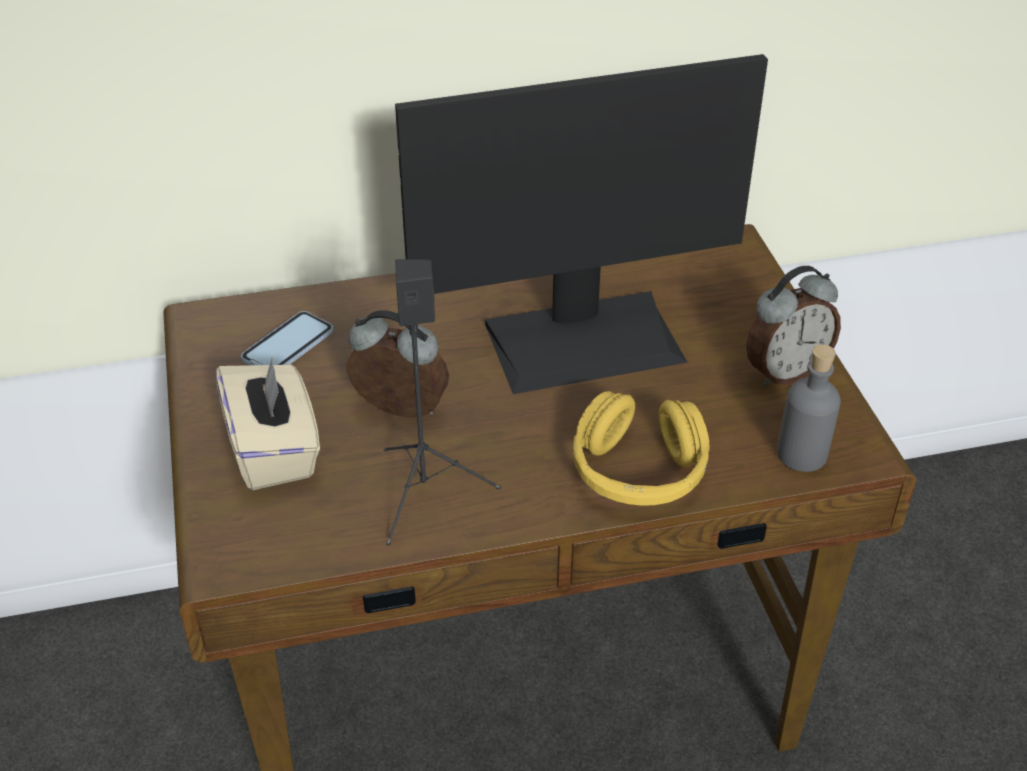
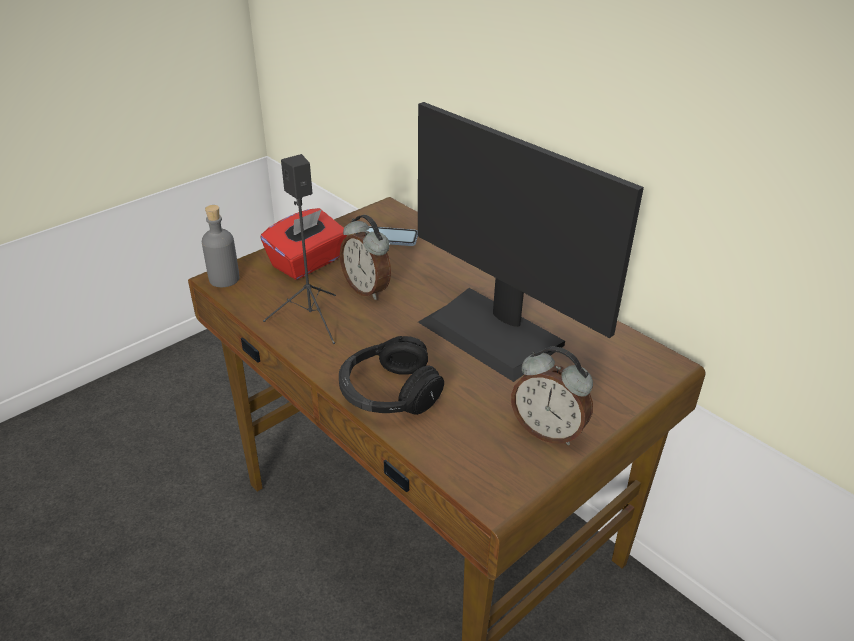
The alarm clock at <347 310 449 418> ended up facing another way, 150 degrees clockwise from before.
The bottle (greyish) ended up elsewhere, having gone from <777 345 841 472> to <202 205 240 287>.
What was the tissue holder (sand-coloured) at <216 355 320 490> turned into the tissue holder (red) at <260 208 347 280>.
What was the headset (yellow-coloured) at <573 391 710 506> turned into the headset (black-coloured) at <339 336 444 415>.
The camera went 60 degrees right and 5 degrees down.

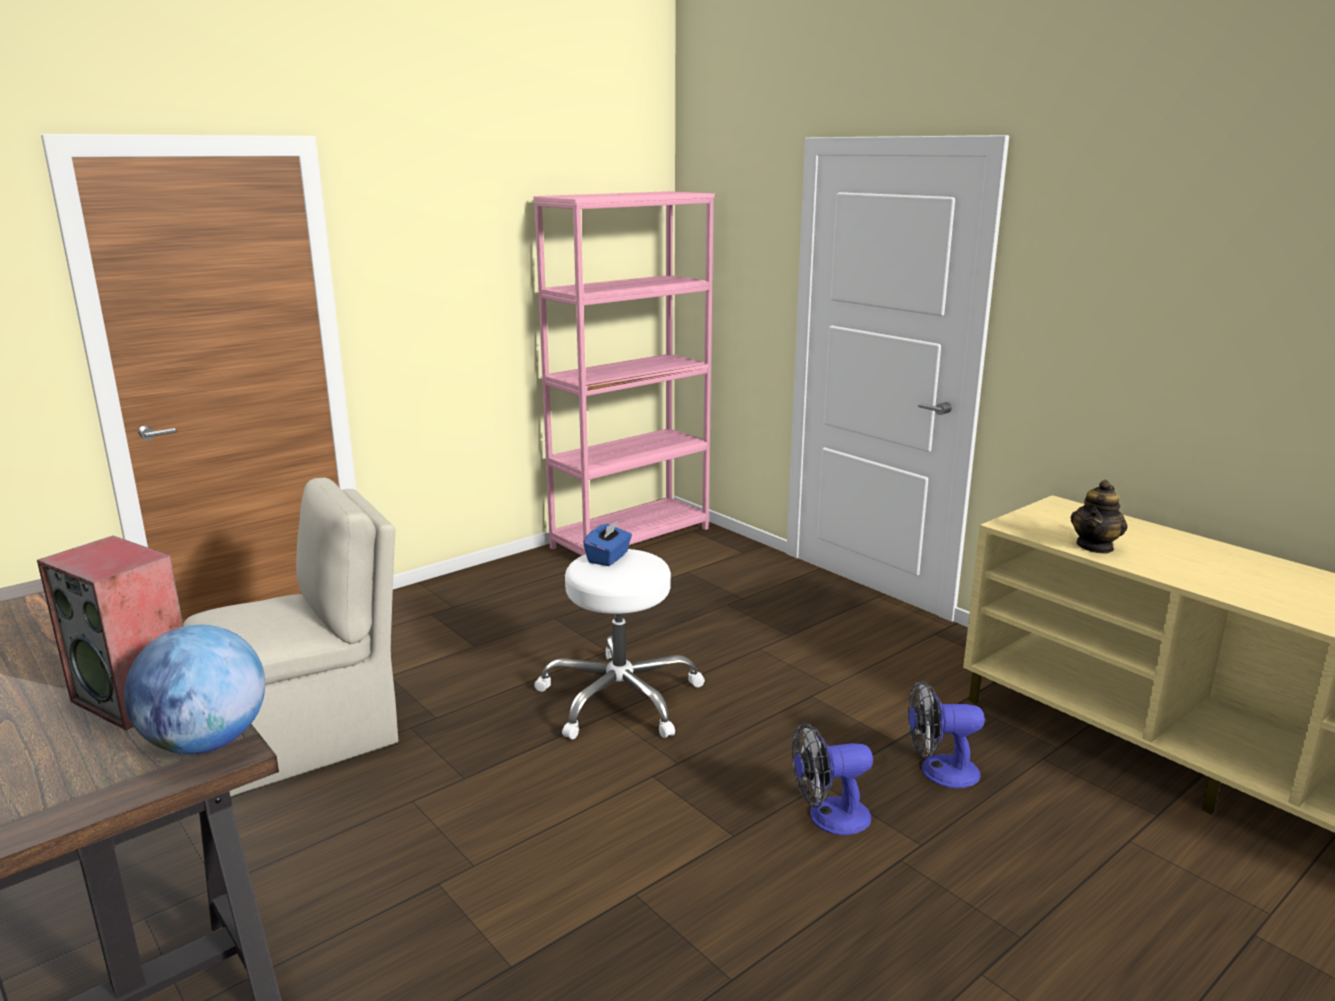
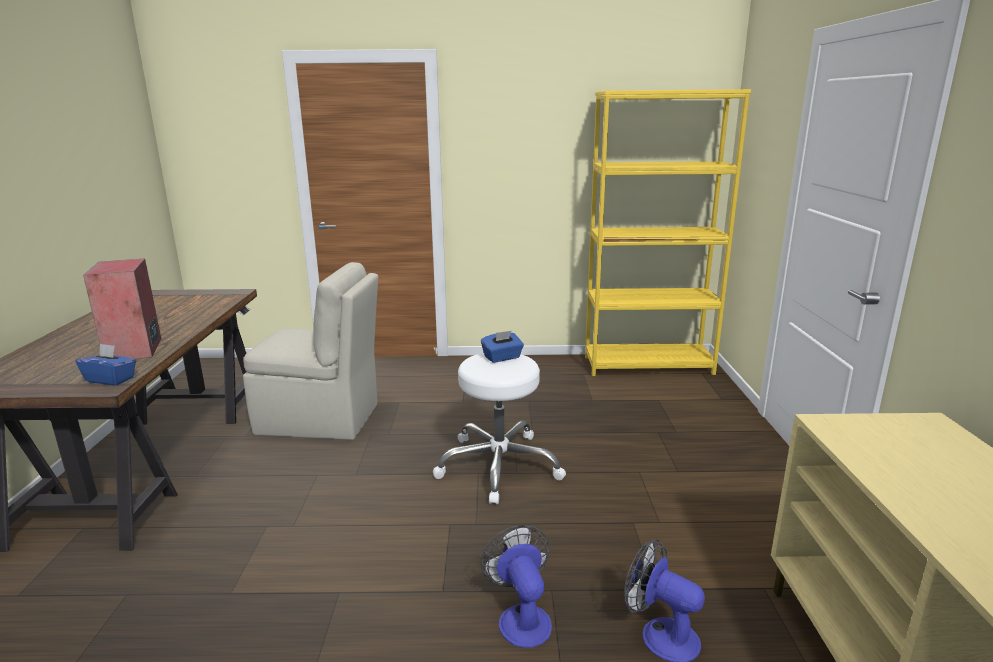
What was the bookshelf (pink) at <533 191 715 556> turned into the bookshelf (yellow-coloured) at <585 89 751 376>.
The second view lost the teapot at <1071 480 1128 554>.
Where the globe stood at <124 625 265 754>, the tissue holder (bluish) came to stand at <76 344 136 386>.
The electric fan at <792 722 873 835> ended up facing another way, 45 degrees clockwise from before.
The camera went 40 degrees right and 0 degrees up.

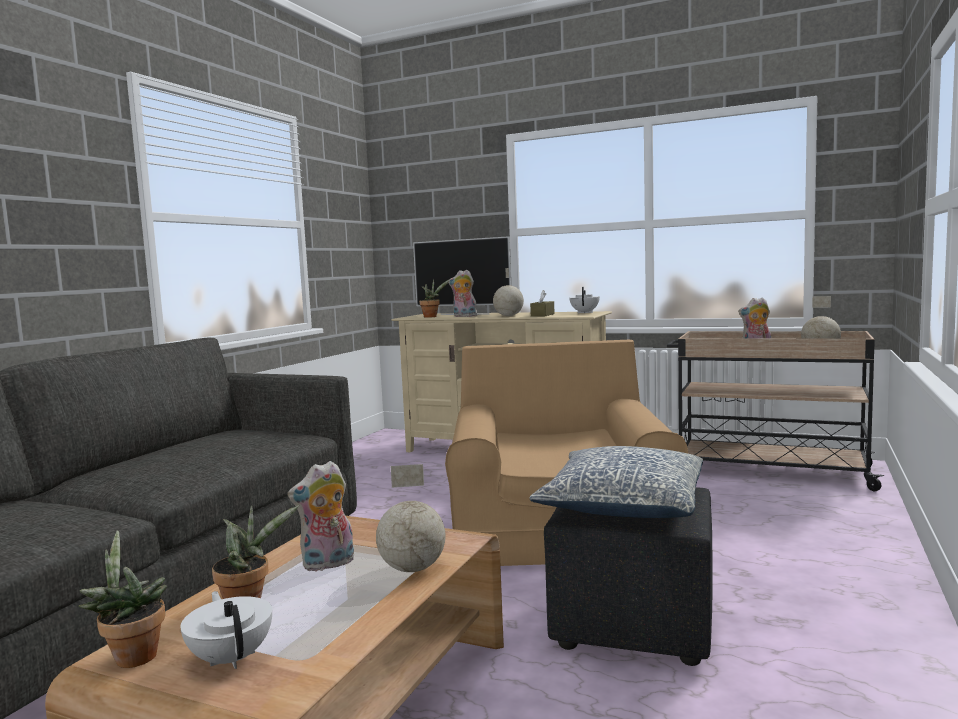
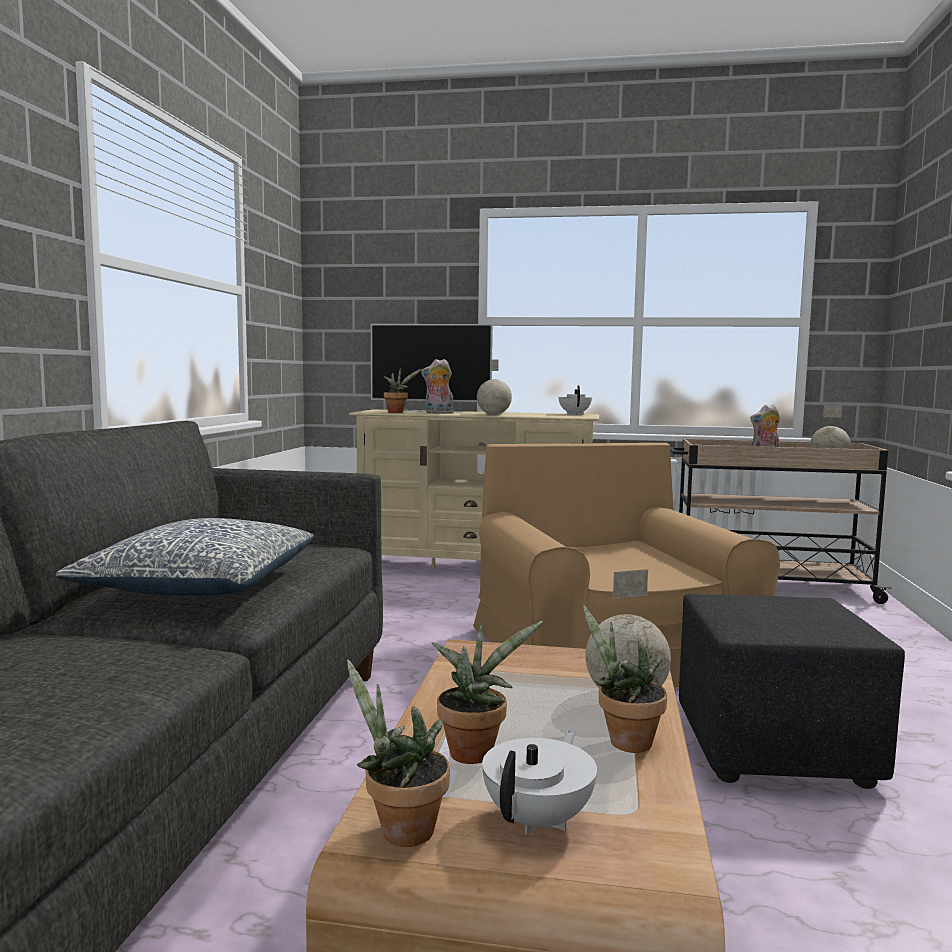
The second view lost the tissue holder (brownish) at <530 290 555 317>.
The cushion ended up elsewhere, having gone from <530 446 703 518> to <56 518 314 596>.
The second view lost the plush toy at <287 461 354 572>.
The teapot (white) at <180 591 272 669> ended up facing another way, 75 degrees clockwise from before.
The second view gained the houseplant at <583 605 667 753>.
The camera went 15 degrees left and 0 degrees up.

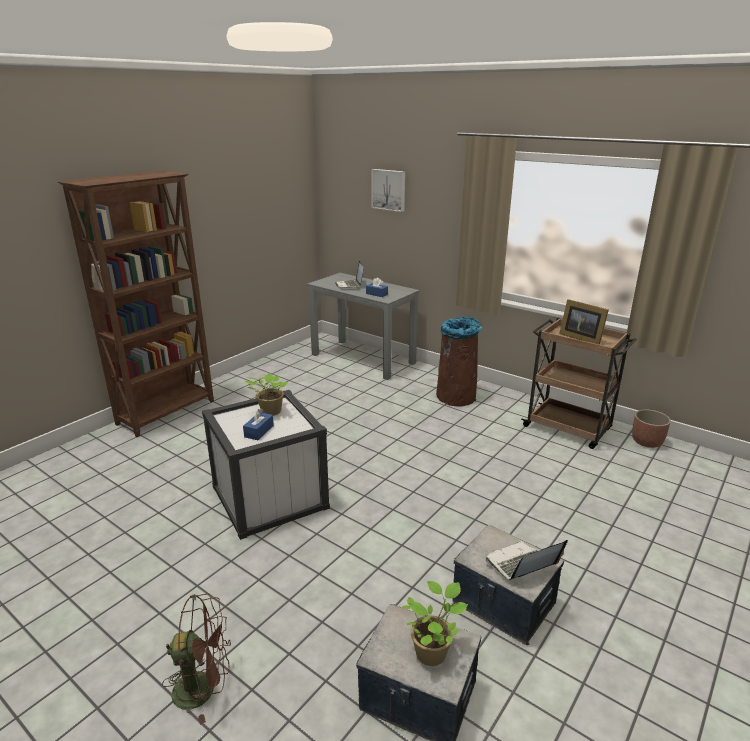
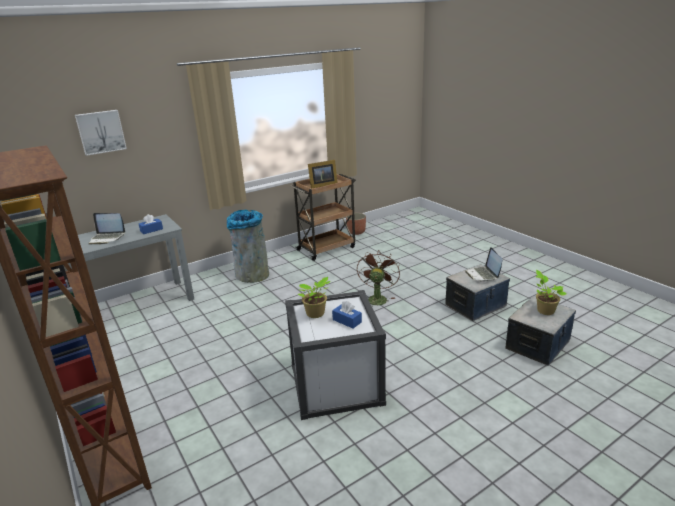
What was the waste bin (brownish) at <436 317 482 406> turned into the waste bin (greyish) at <227 210 269 283>.
The electric fan (brownish) ended up elsewhere, having gone from <162 593 231 725> to <357 252 400 305>.
The camera went 70 degrees left and 0 degrees up.

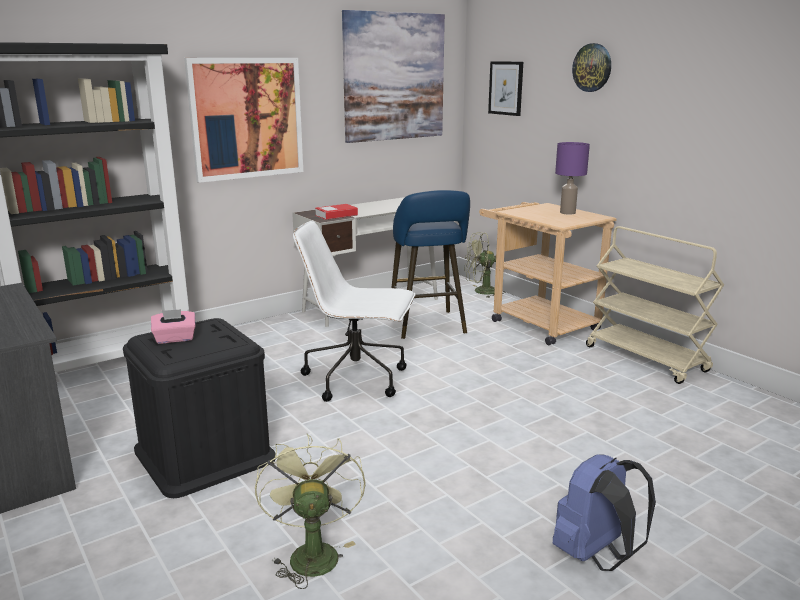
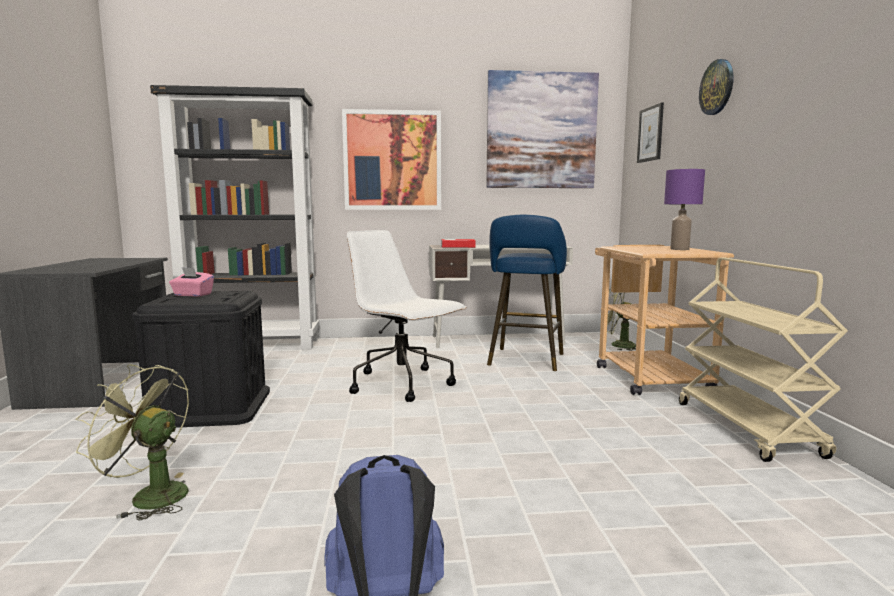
The electric fan (green-coloured) at <255 434 366 589> ended up facing another way, 90 degrees counterclockwise from before.
The camera went 30 degrees right and 10 degrees down.

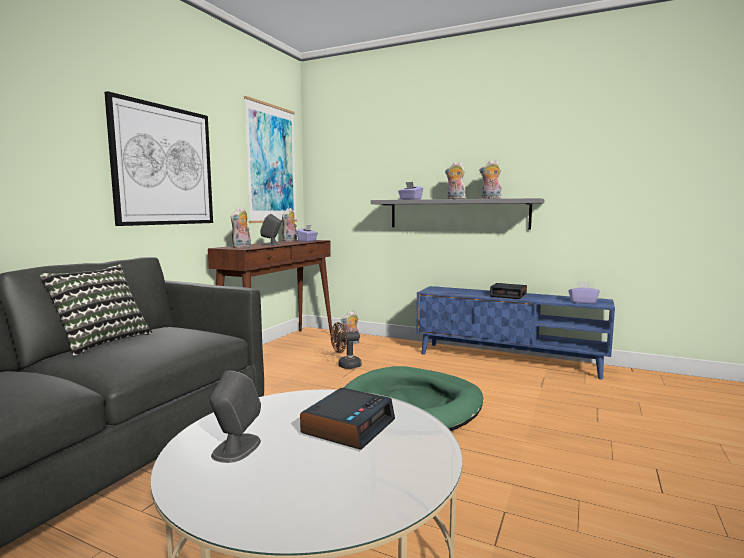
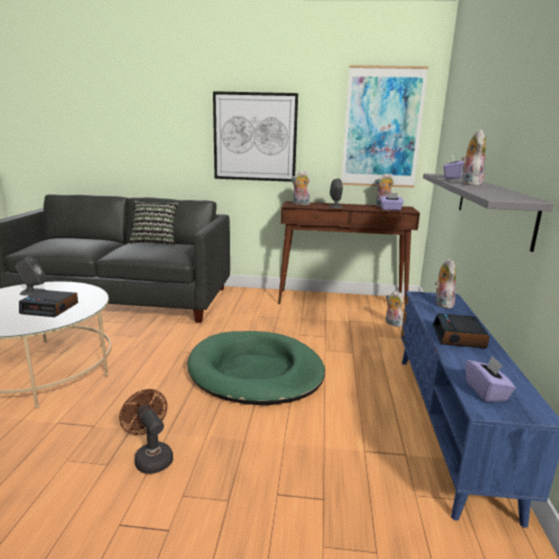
The plush toy ended up elsewhere, having gone from <479 160 502 199> to <435 259 456 309>.
The electric fan (brownish) ended up elsewhere, having gone from <331 322 362 369> to <119 389 173 474>.
The camera went 70 degrees right and 10 degrees up.

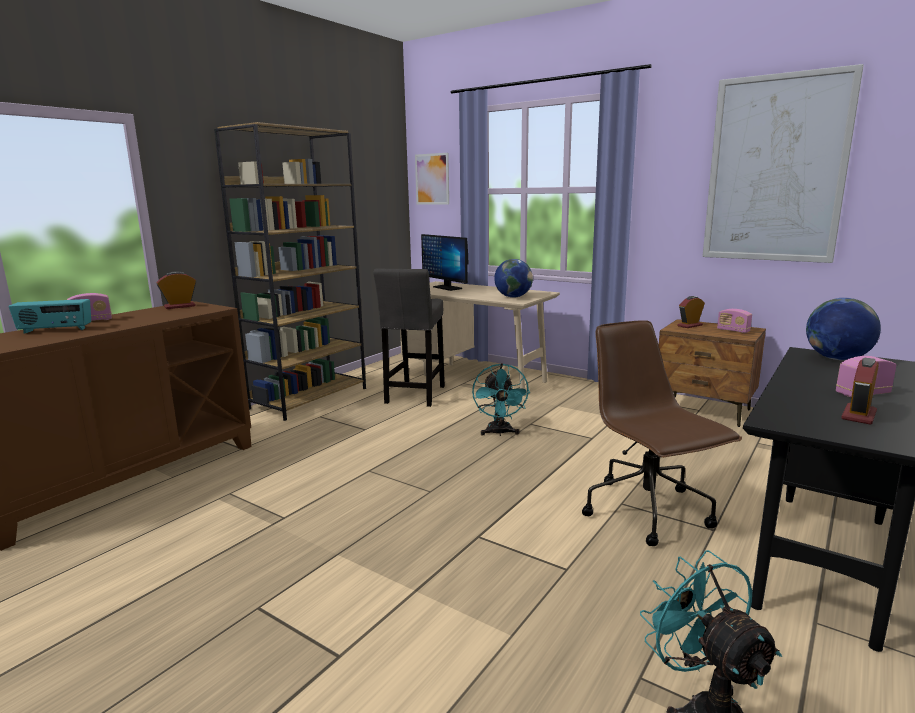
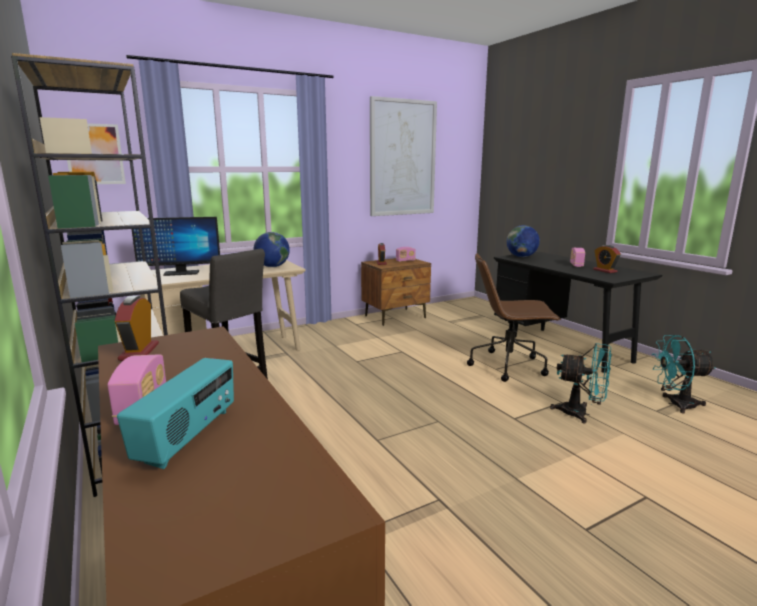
The electric fan (turquoise) ended up elsewhere, having gone from <472 363 530 436> to <550 343 612 424>.
The camera went 65 degrees left and 0 degrees up.

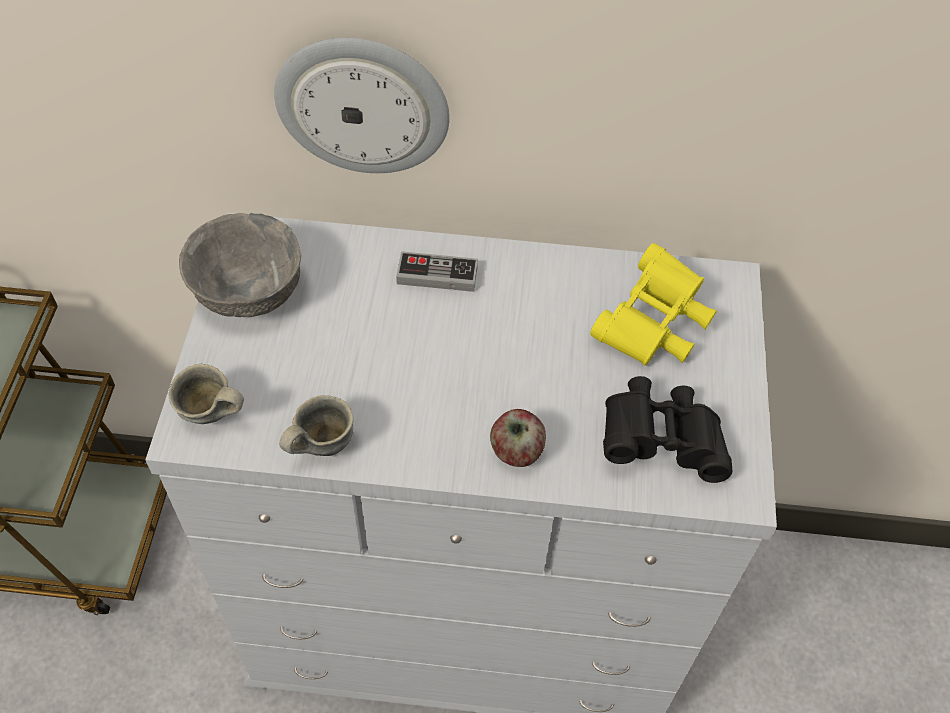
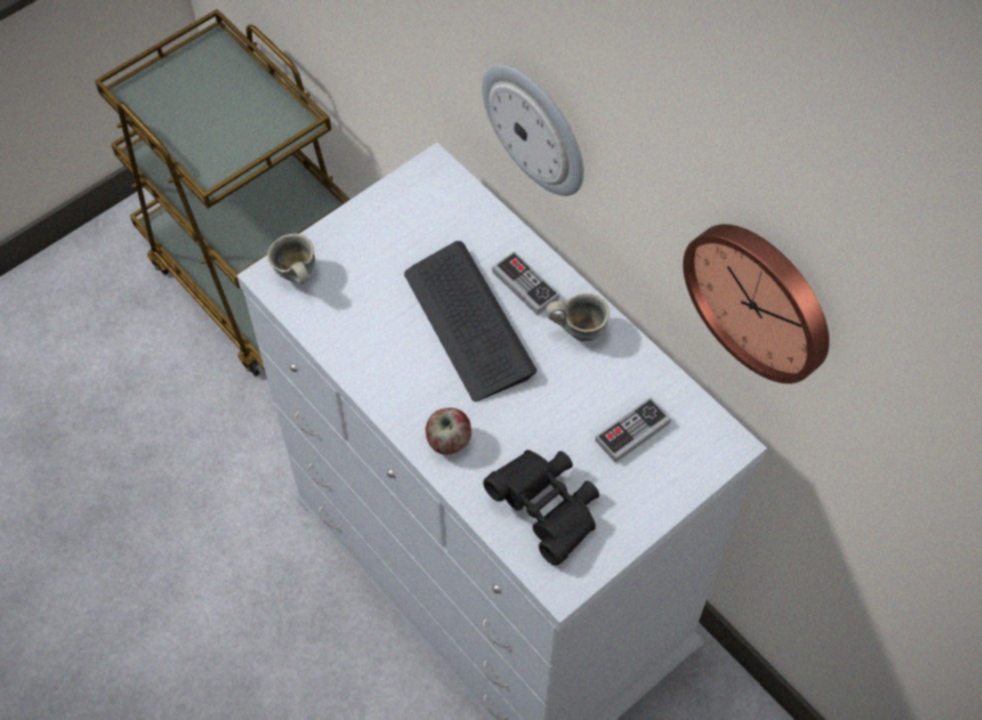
The second view lost the deep dish (greyish) at <179 213 301 317>.
Where the binoculars (yellow-coloured) stood at <590 243 717 366>, the gamepad came to stand at <595 397 671 463>.
The tea mug (greyish) ended up elsewhere, having gone from <279 395 354 456> to <546 293 610 341>.
The second view gained the wall clock at <683 224 829 384>.
The second view gained the PC keyboard at <404 241 537 402>.
The camera went 45 degrees right and 5 degrees up.

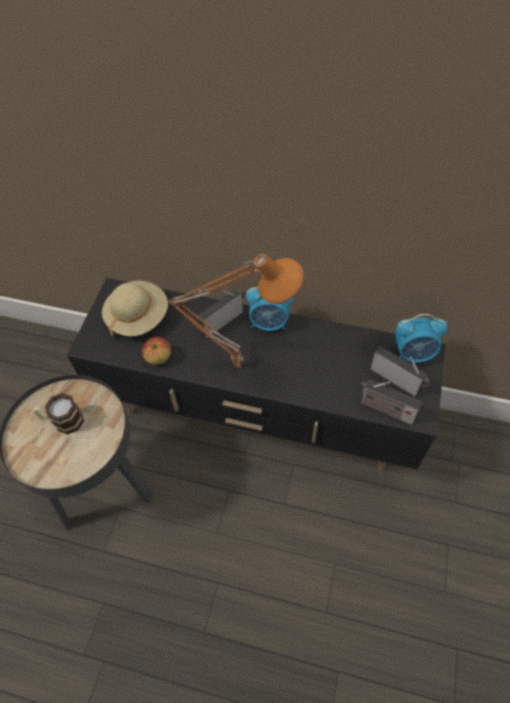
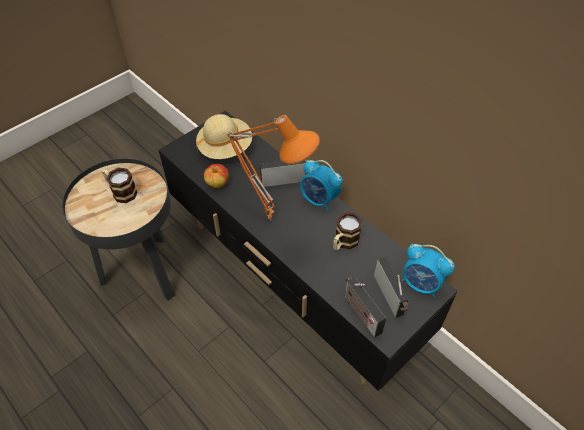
The second view gained the tea mug at <333 212 362 251>.
The camera went 30 degrees right and 5 degrees down.

